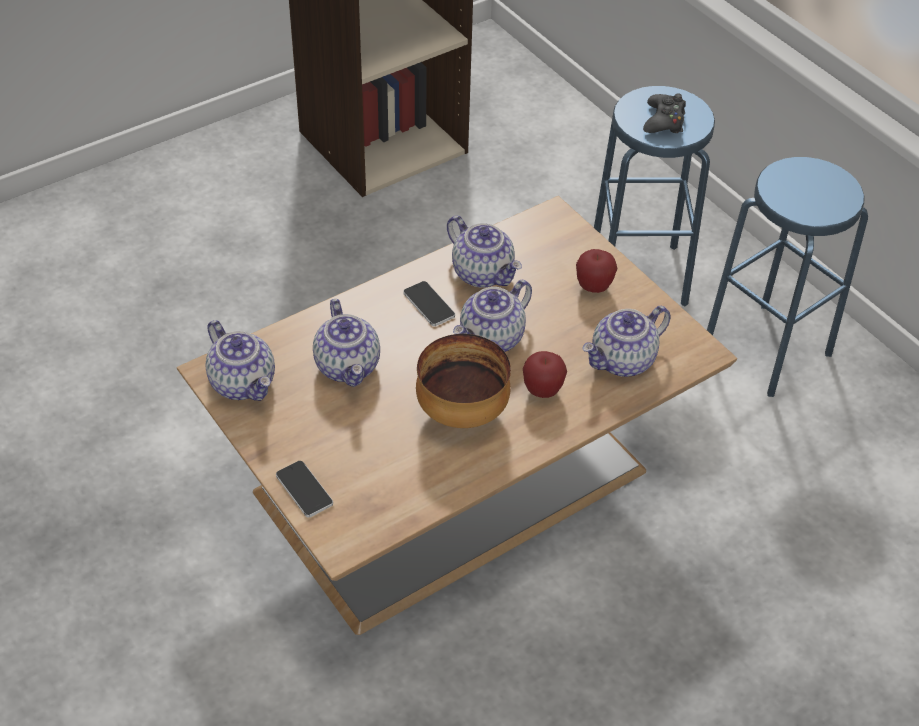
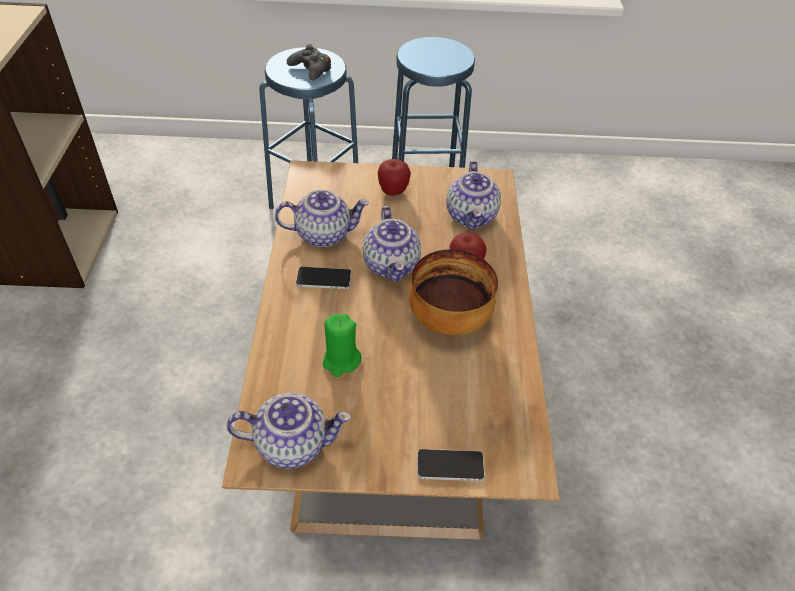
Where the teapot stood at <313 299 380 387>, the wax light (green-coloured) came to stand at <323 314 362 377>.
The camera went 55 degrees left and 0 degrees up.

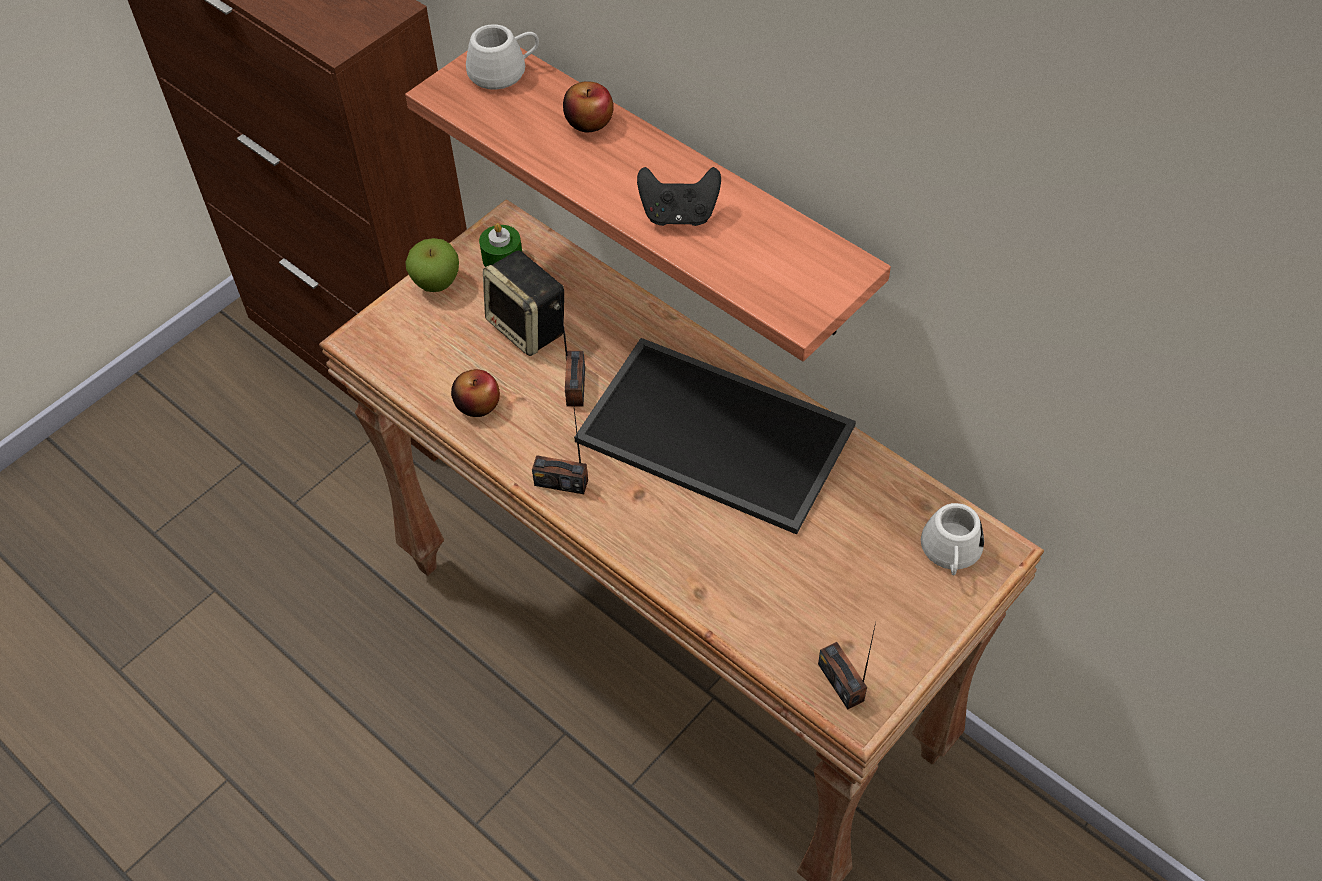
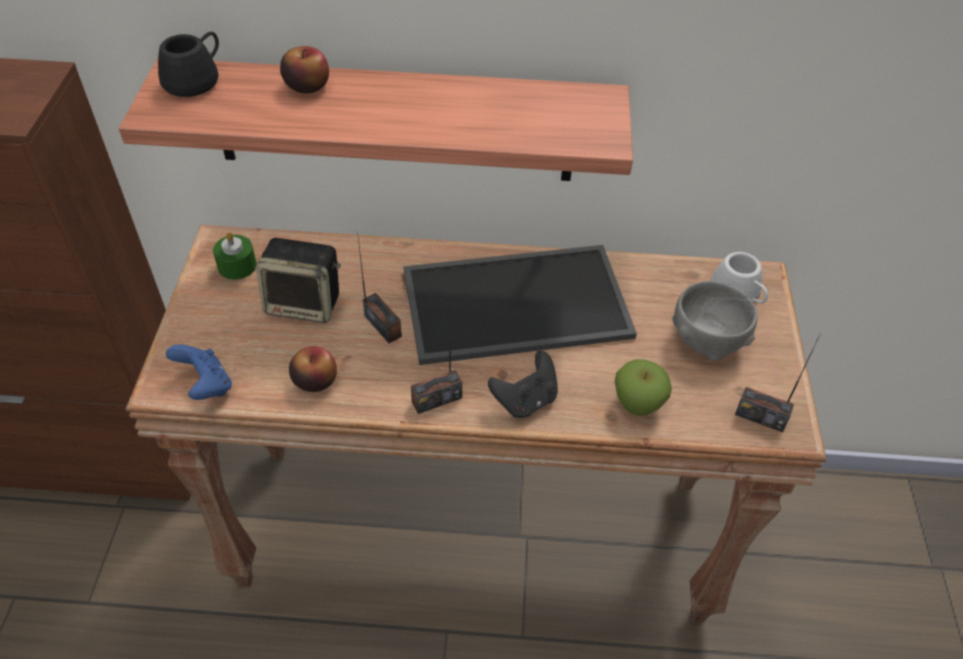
What was the tea mug (white) at <466 24 539 90> turned into the tea mug (black-coloured) at <158 31 219 97>.
The gamepad (black-coloured) ended up elsewhere, having gone from <637 167 721 226> to <488 351 558 418>.
The apple ended up elsewhere, having gone from <405 238 459 292> to <615 359 672 415>.
The second view gained the deep dish (greyish) at <672 281 758 361>.
The second view gained the gamepad (bluish) at <166 344 232 400>.
The camera went 40 degrees left and 5 degrees down.

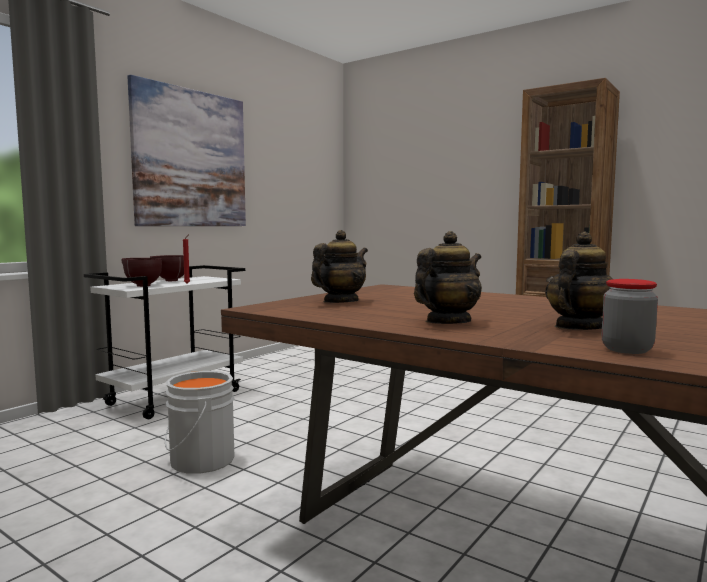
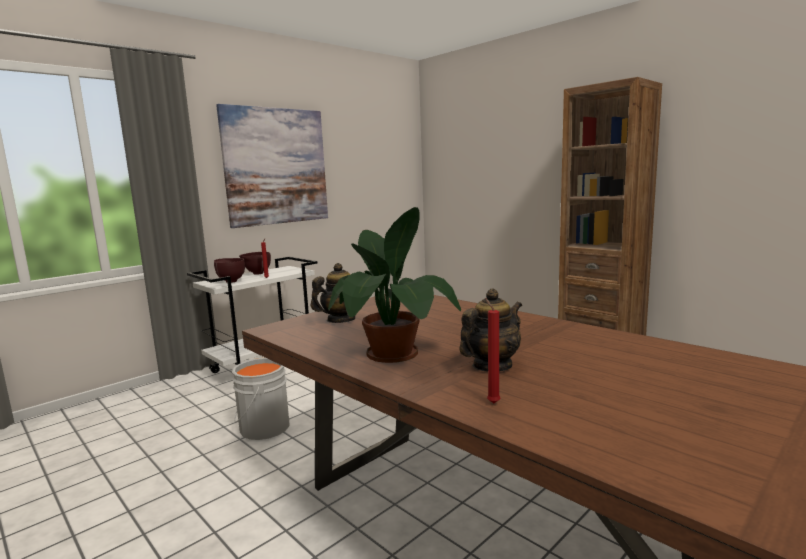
Where the teapot stood at <414 231 482 324>, the houseplant came to stand at <328 207 461 363>.
Where the preserve jar stood at <602 279 658 354>, the wax light (red) came to stand at <485 298 500 403>.
The camera went 10 degrees right and 5 degrees up.

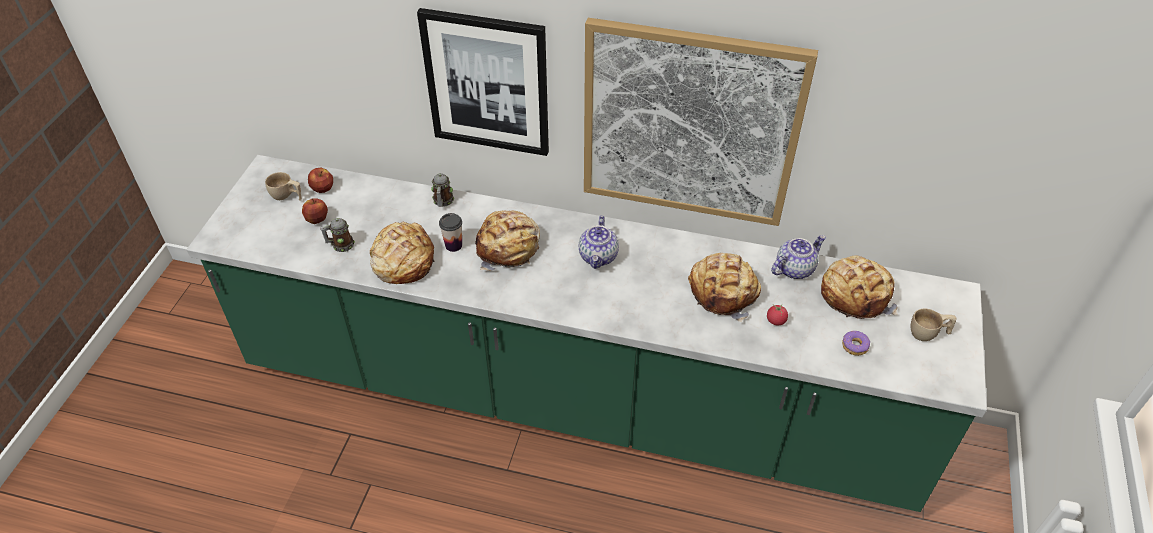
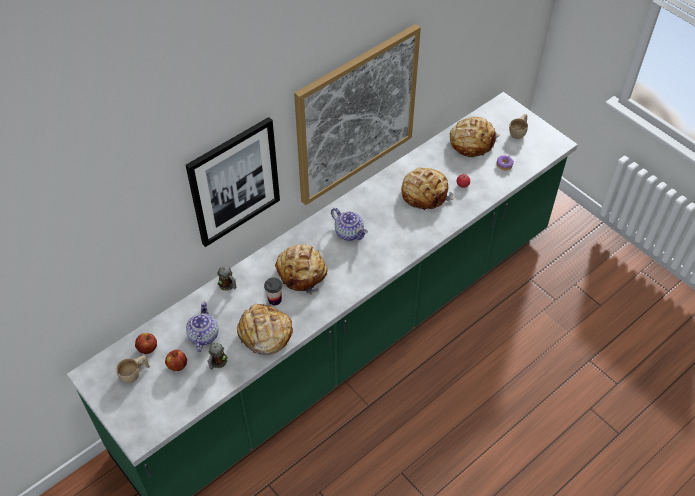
The teapot ended up elsewhere, having gone from <771 235 826 279> to <186 301 218 352>.
The camera went 55 degrees left and 5 degrees up.

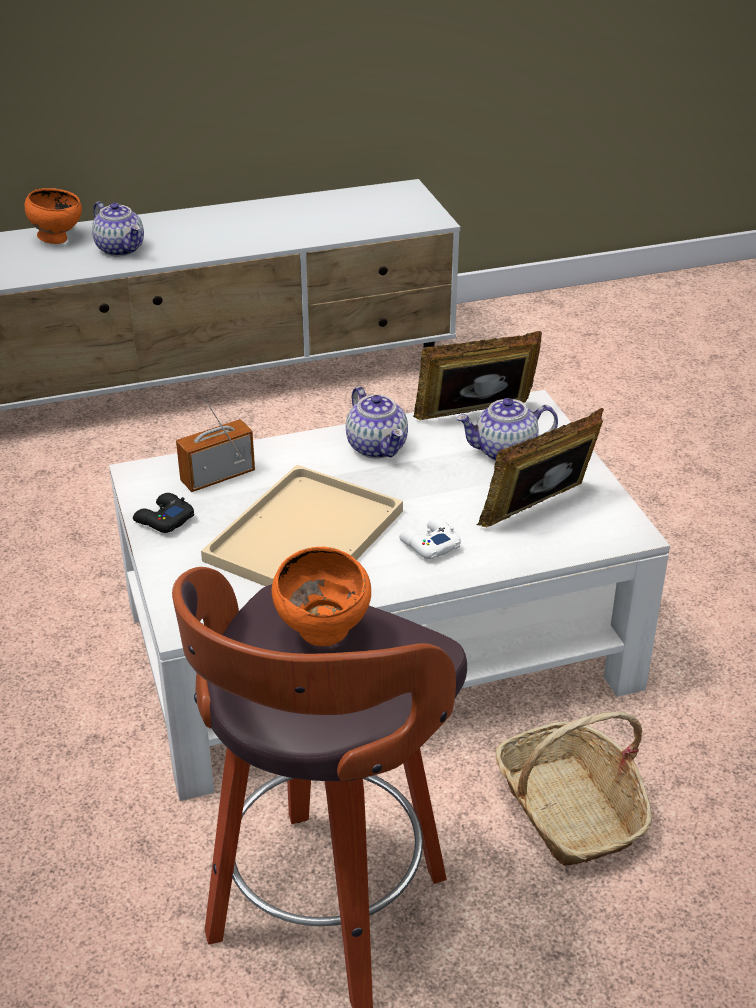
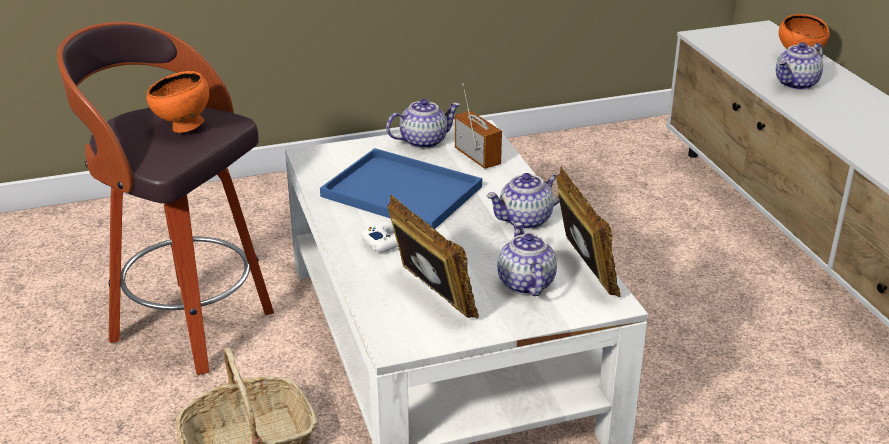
What was the carrying tray (sand-coloured) at <201 465 403 586> turned into the carrying tray (bluish) at <320 148 482 229>.
Where the gamepad (black-coloured) stood at <133 493 194 533>, the teapot came to stand at <386 99 460 149>.
The camera went 90 degrees right and 5 degrees down.

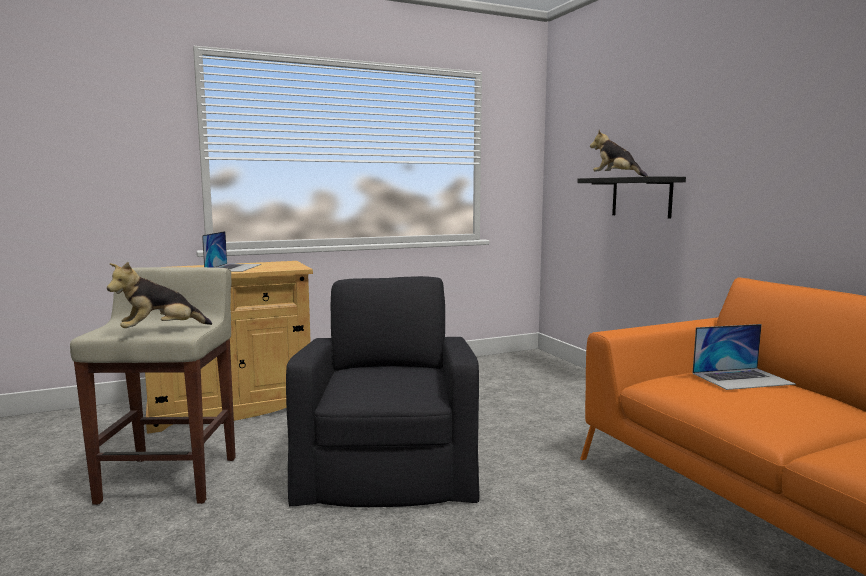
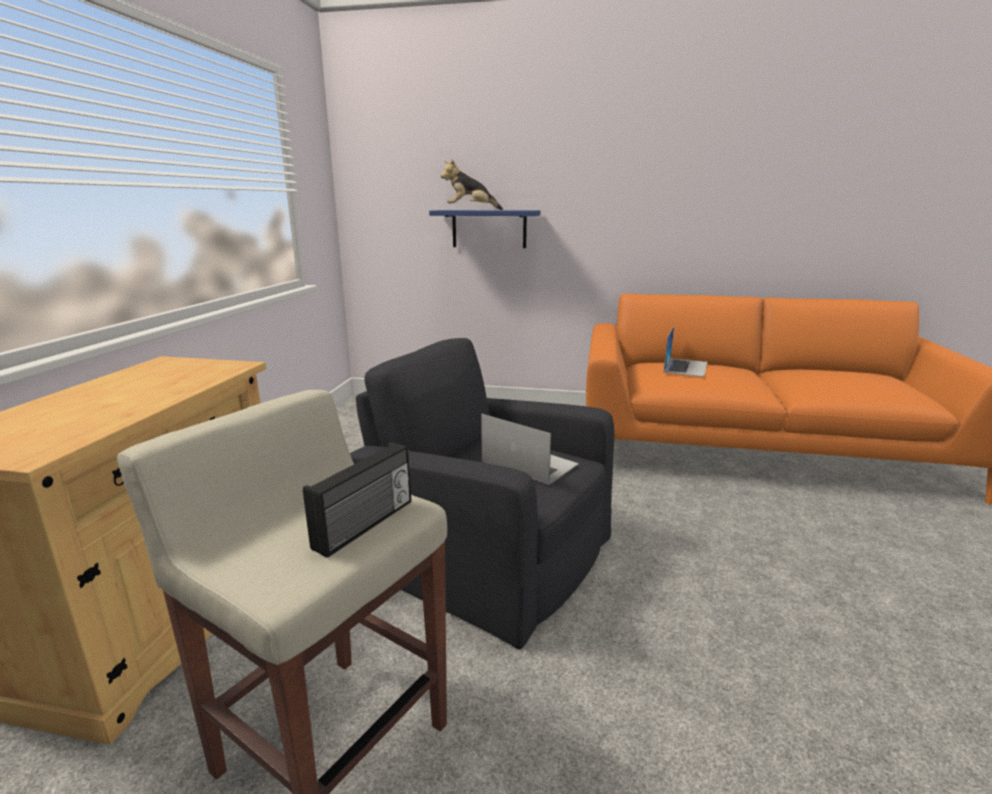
What was the shelf (black-coloured) at <577 176 686 219> turned into the shelf (bluish) at <429 210 541 248>.
The laptop ended up elsewhere, having gone from <202 231 261 272> to <481 413 579 485>.
Where the plush toy stood at <107 262 212 328>, the radio set came to stand at <303 442 411 558>.
The camera went 55 degrees left and 10 degrees up.

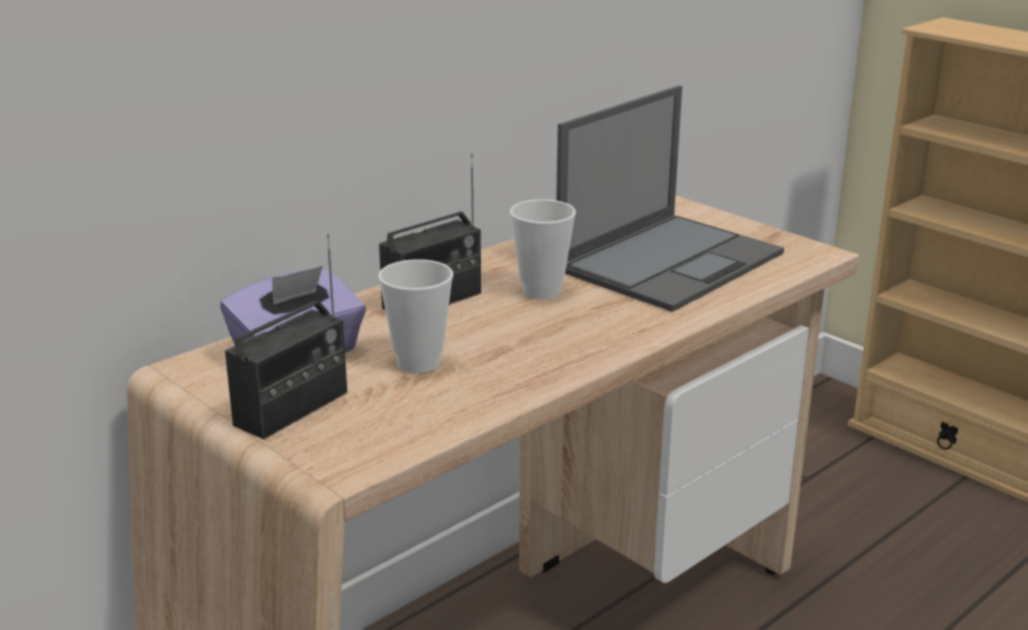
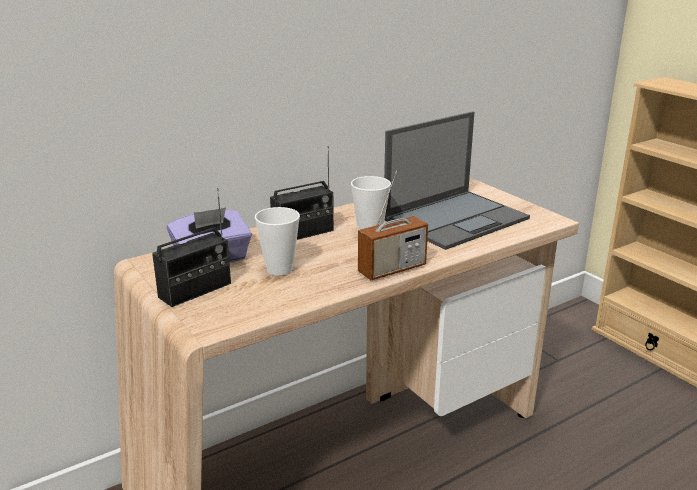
The second view gained the radio set at <358 170 428 280>.
The camera went 10 degrees right and 0 degrees up.

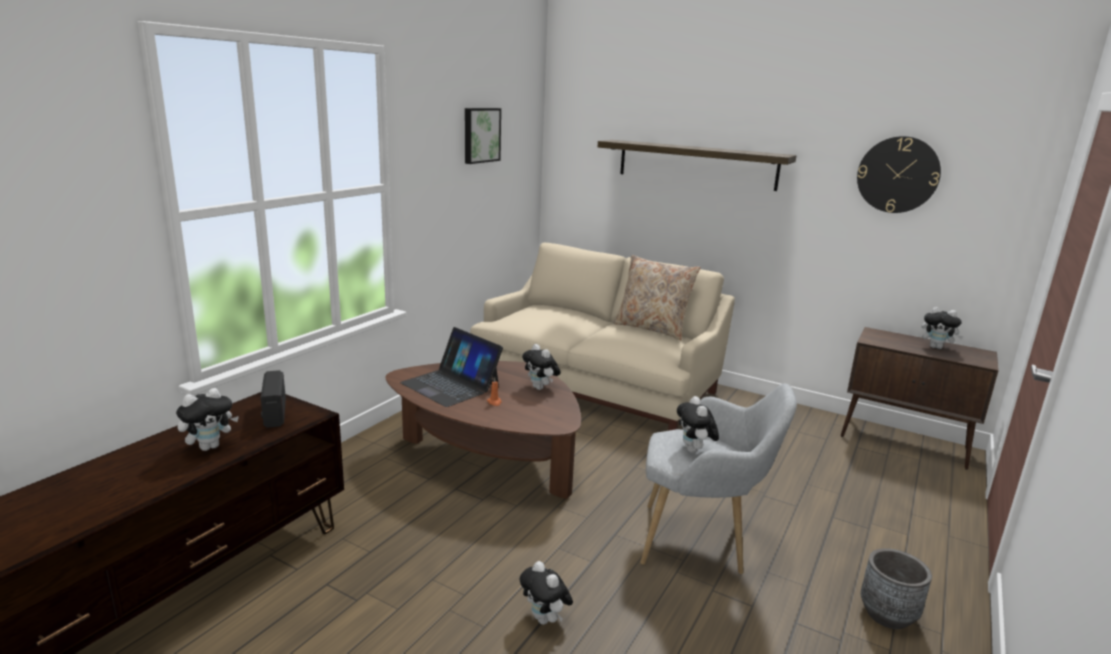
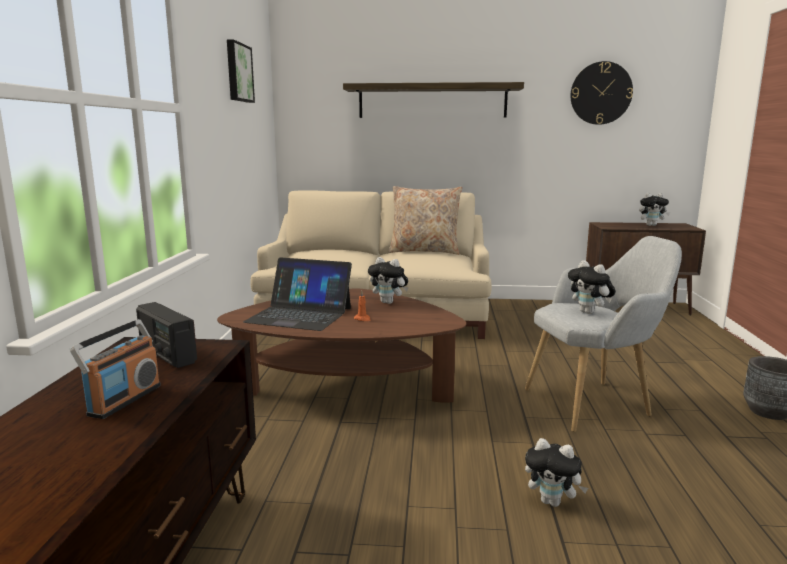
Where the plush toy stood at <176 388 239 451>, the radio set came to stand at <70 319 161 419>.
The camera went 25 degrees left and 5 degrees down.

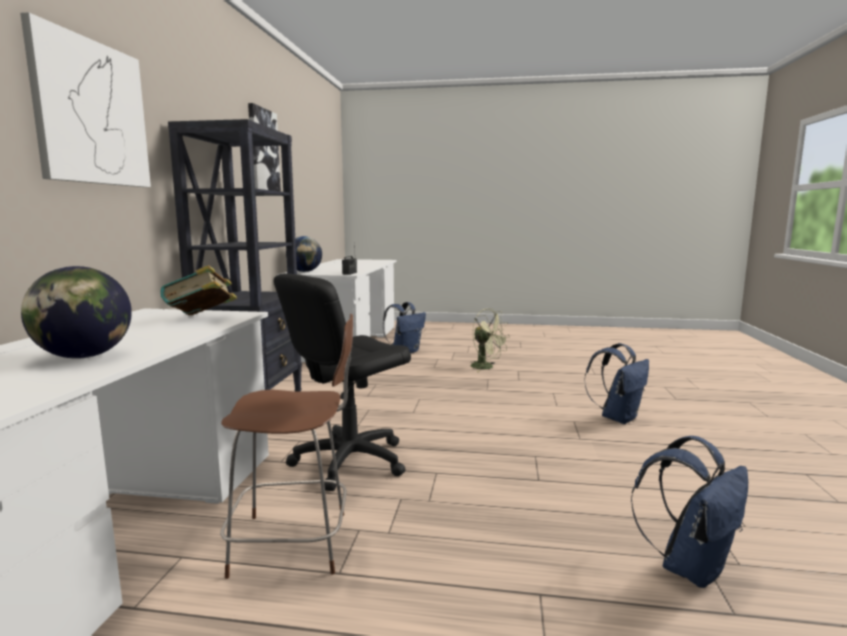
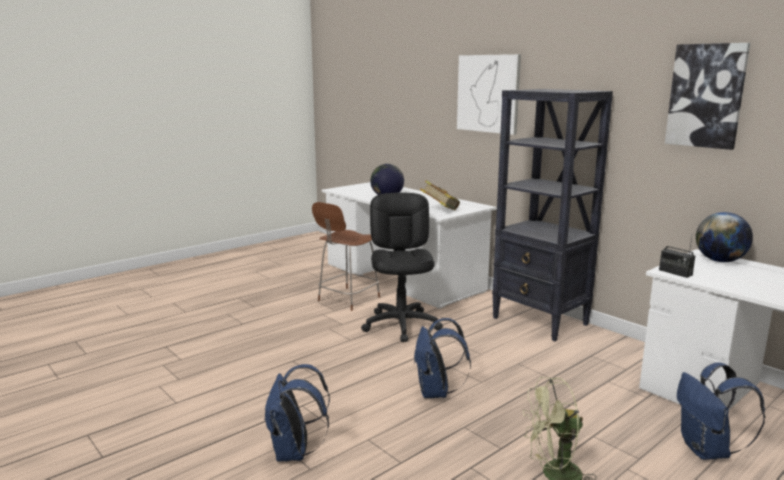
The knapsack (bluish) ended up elsewhere, having gone from <631 436 748 588> to <414 318 471 398>.
The camera went 130 degrees right and 5 degrees up.

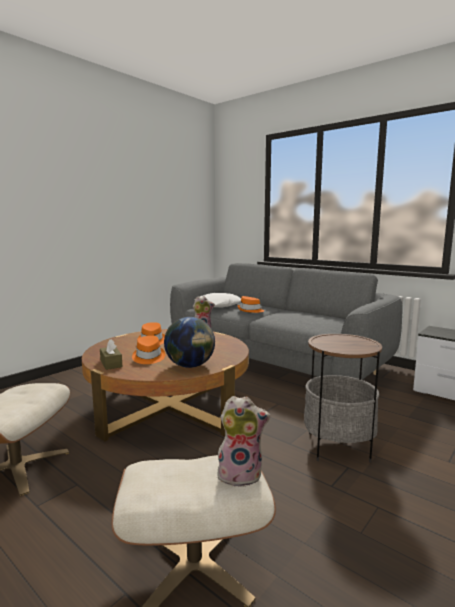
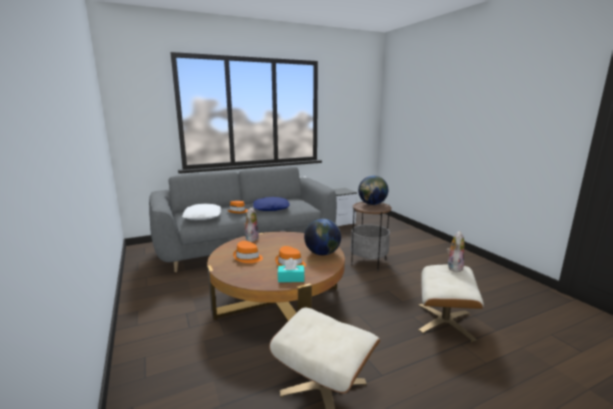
What was the tissue holder (brownish) at <100 339 122 370> turned into the tissue holder (turquoise) at <278 258 305 282>.
The second view gained the globe at <358 175 388 205>.
The second view gained the cushion (bluish) at <253 197 290 211>.
The camera went 65 degrees left and 5 degrees up.

